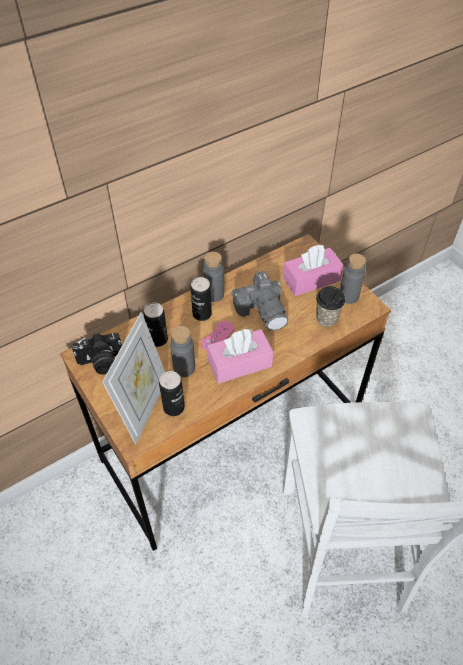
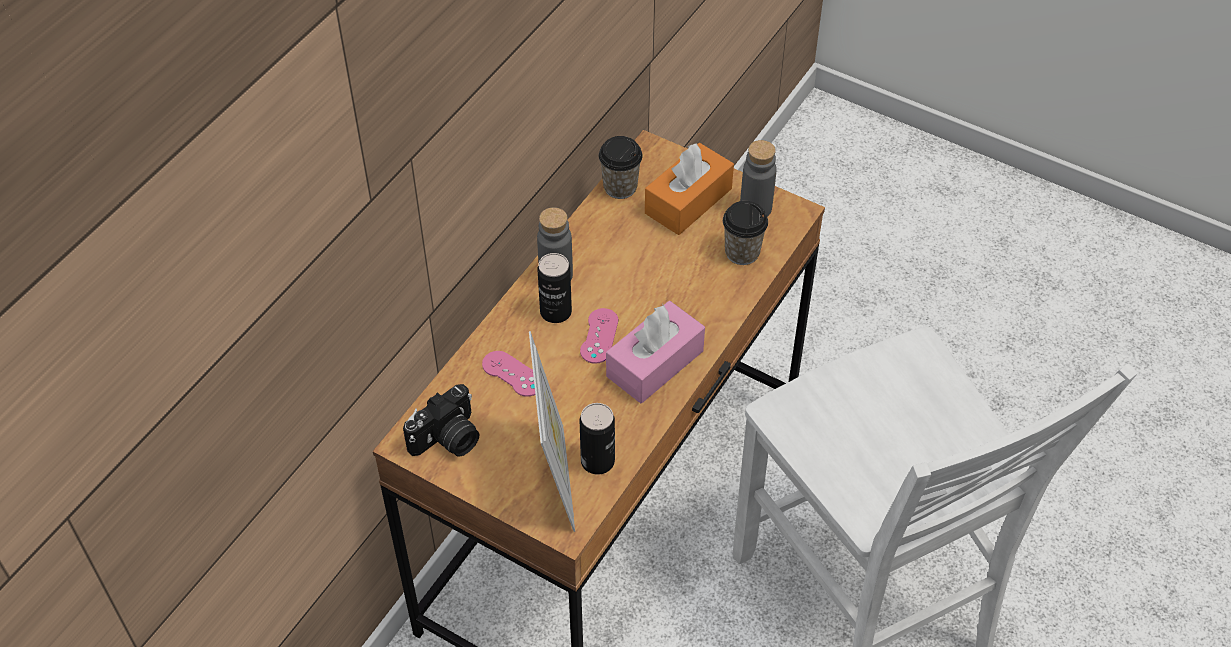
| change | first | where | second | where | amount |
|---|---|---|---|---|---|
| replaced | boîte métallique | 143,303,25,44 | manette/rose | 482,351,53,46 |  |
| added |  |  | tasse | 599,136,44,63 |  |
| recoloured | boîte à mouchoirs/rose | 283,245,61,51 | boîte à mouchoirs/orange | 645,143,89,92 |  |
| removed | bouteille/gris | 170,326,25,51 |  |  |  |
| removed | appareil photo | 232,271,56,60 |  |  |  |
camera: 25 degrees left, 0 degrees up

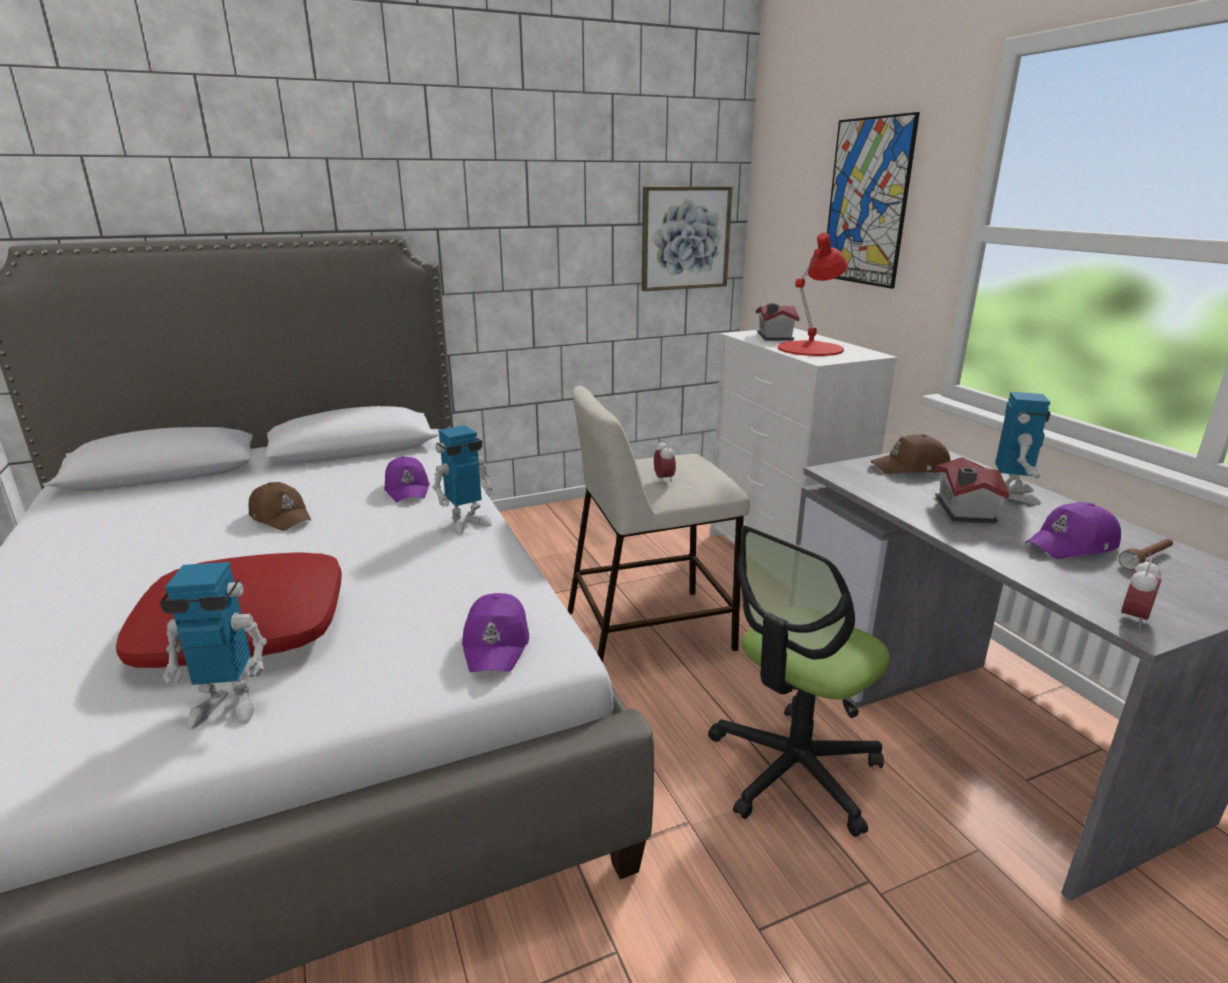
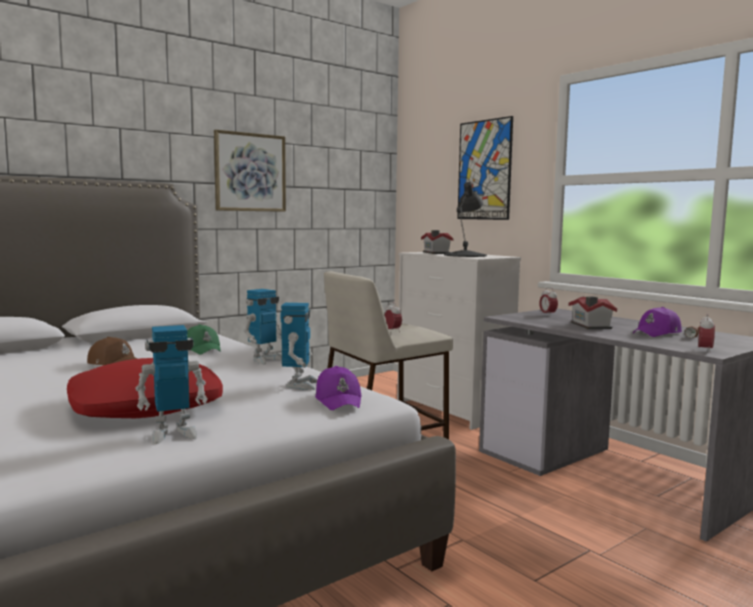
| change | first | where | second | where | amount |
|---|---|---|---|---|---|
| recoloured | casquette/violet | 384,456,46,46 | casquette/vert | 186,324,35,30 |  |
| moved | tableau | 642,186,90,105 |  | 214,130,72,82 |  |
| moved | robot jouet | 995,392,56,113 |  | 281,302,36,88 |  |
| recoloured | lampe de table/rouge | 778,233,70,123 | lampe de table/noir | 444,182,43,75 |  |
| replaced | casquette/marron | 871,434,79,40 | réveil | 539,287,19,29 |  |
| removed | chaise de bureau | 708,525,182,312 |  |  |  |
camera: 15 degrees left, 15 degrees down

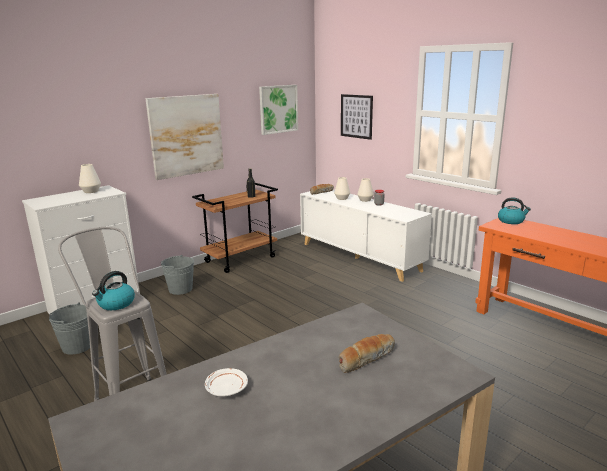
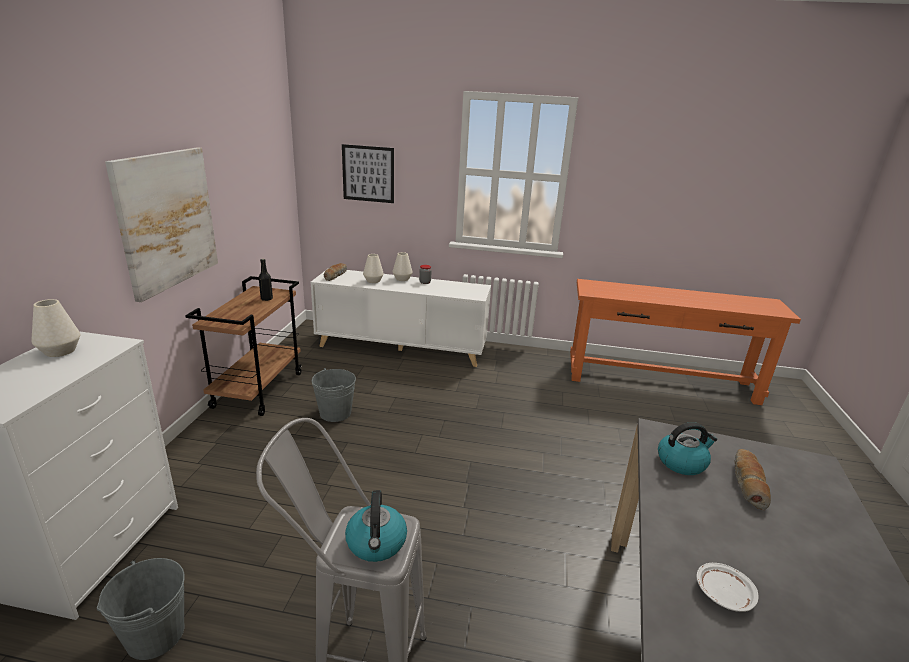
| change | first | where | second | where | amount |
|---|---|---|---|---|---|
| moved | seau/gris | 161,255,33,40 |  | 312,368,44,54 |  |
| moved | bouilloire | 498,197,33,27 |  | 658,422,59,53 |  |
| removed | tableau | 259,85,39,50 |  |  |  |
camera: 40 degrees left, 5 degrees up

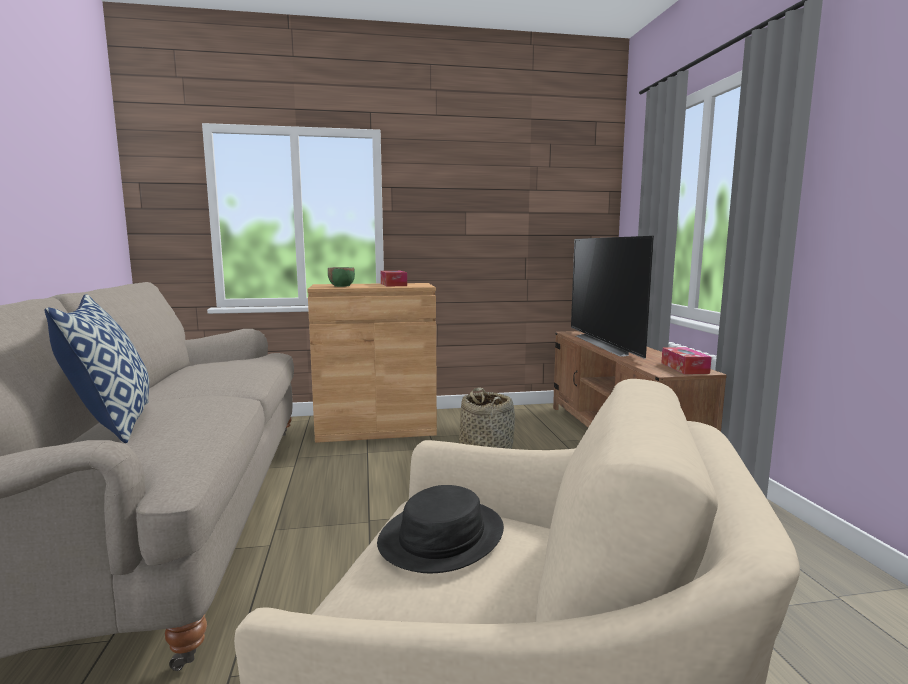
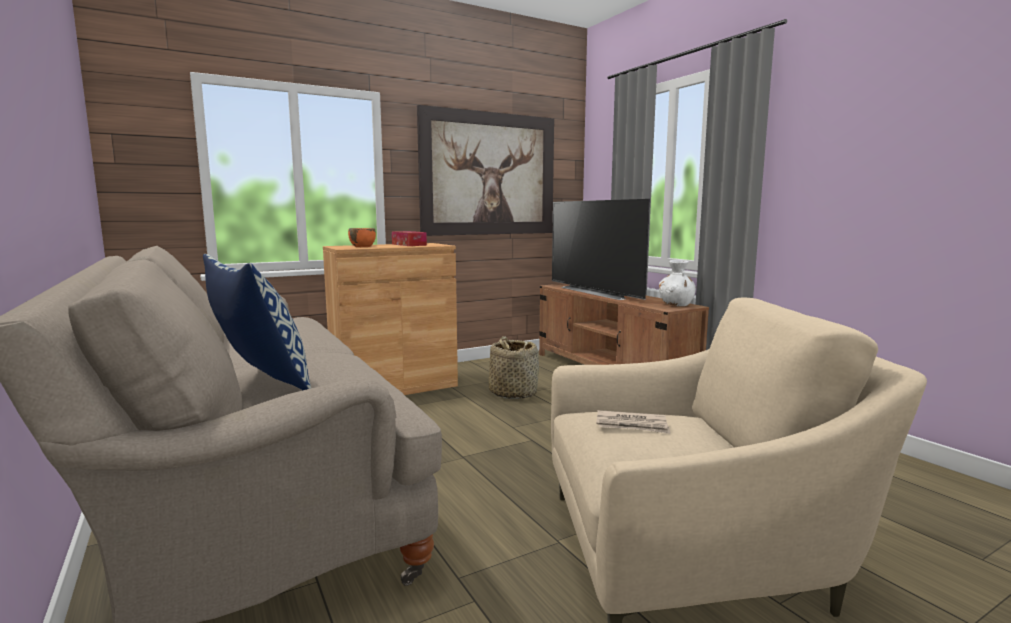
| change | first | where | second | where | amount |
|---|---|---|---|---|---|
| recoloured | bol/vert | 328,267,27,20 | bol/orange | 348,228,28,19 |  |
| added |  |  | tableau | 417,105,137,131 |  |
| replaced | chapeau/noir | 377,485,127,88 | journal | 597,410,73,24 |  |
| replaced | boîte à mouchoirs | 661,347,51,27 | vase/blanc | 659,260,37,46 |  |
camera: 20 degrees left, 0 degrees up

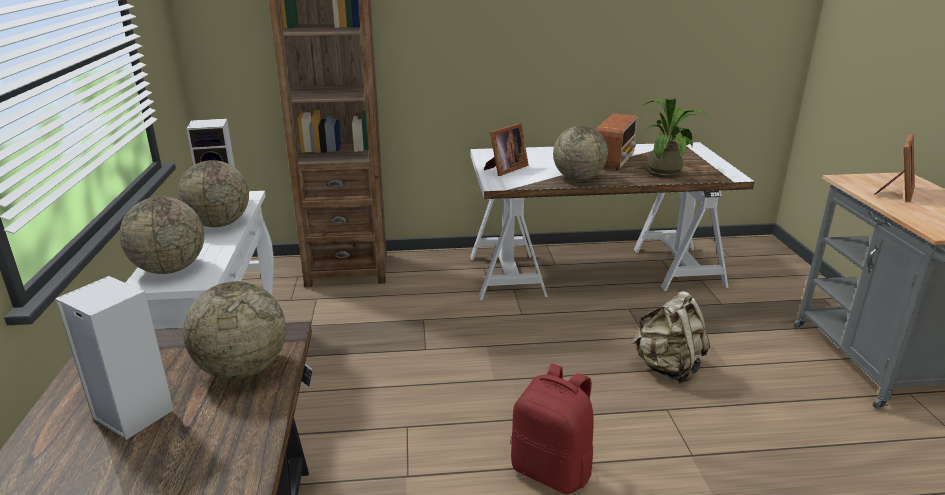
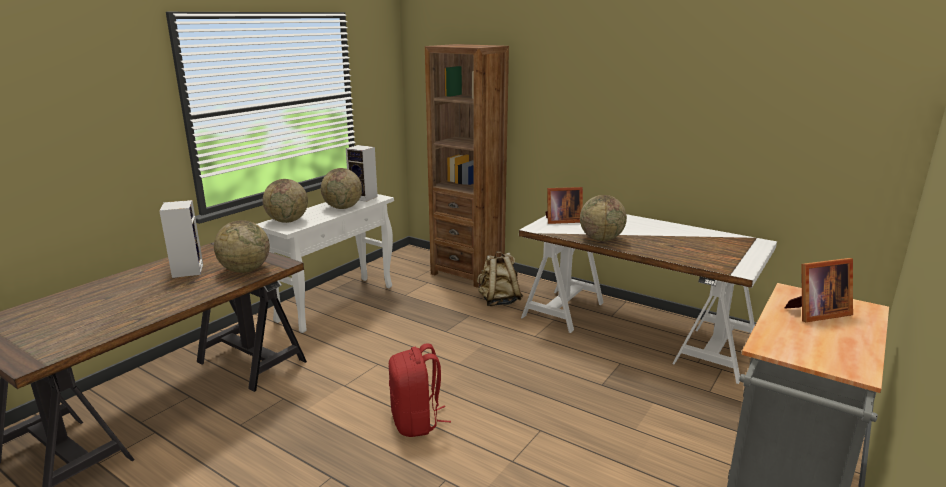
| change | first | where | second | where | amount |
|---|---|---|---|---|---|
| moved | sac à dos/beige | 632,291,78,93 |  | 477,251,46,55 |  |
| removed | radio | 597,113,41,57 |  |  |  |
| removed | plante en pot | 642,99,67,79 |  |  |  |
camera: 40 degrees right, 5 degrees down

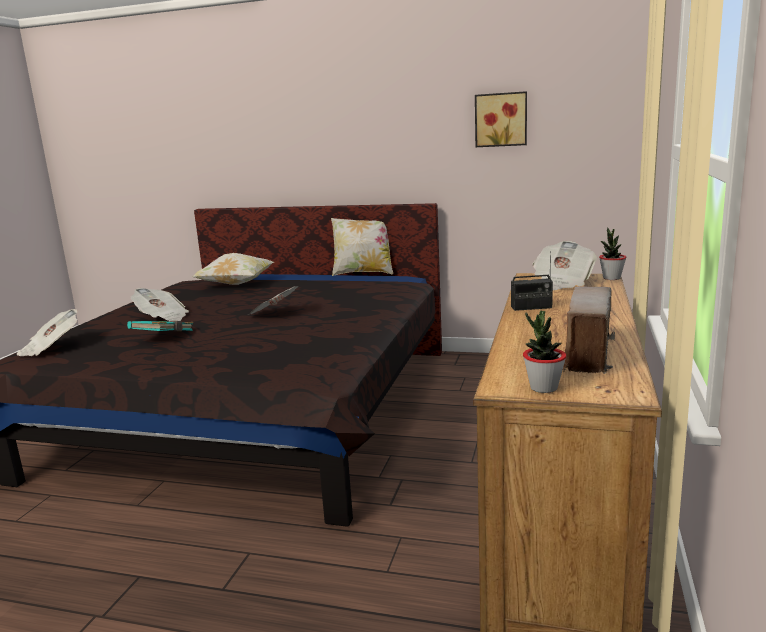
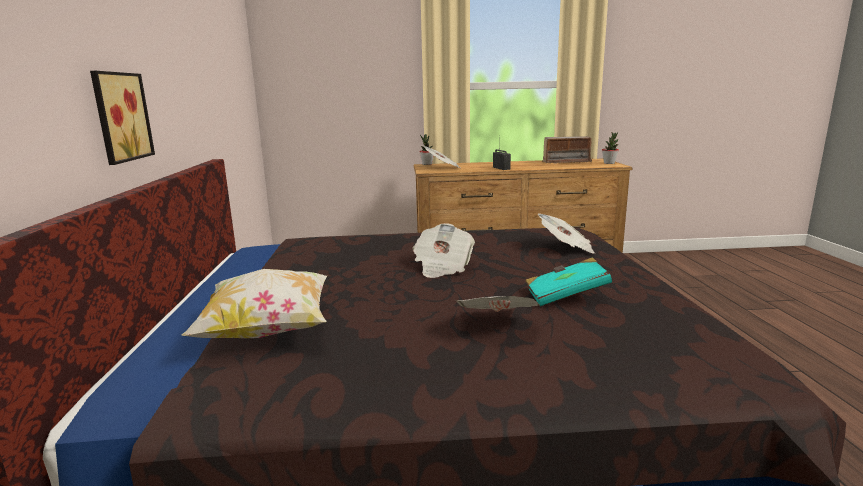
| change | first | where | second | where | amount |
|---|---|---|---|---|---|
| moved | tableau | 475,91,52,56 |  | 90,71,65,94 |  |
| moved | journal | 17,309,61,47 |  | 538,213,57,41 |  |
| removed | coussin | 331,218,62,58 |  |  |  |
camera: 110 degrees left, 0 degrees up

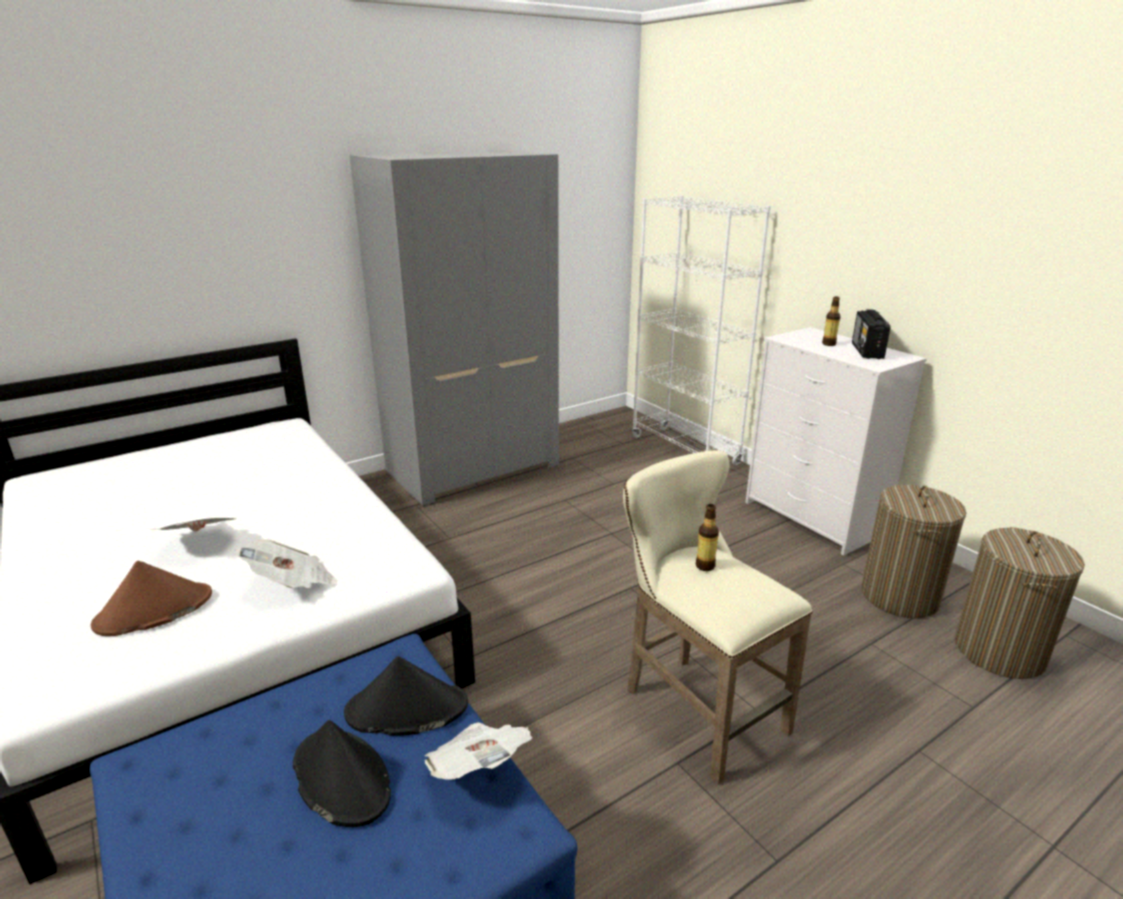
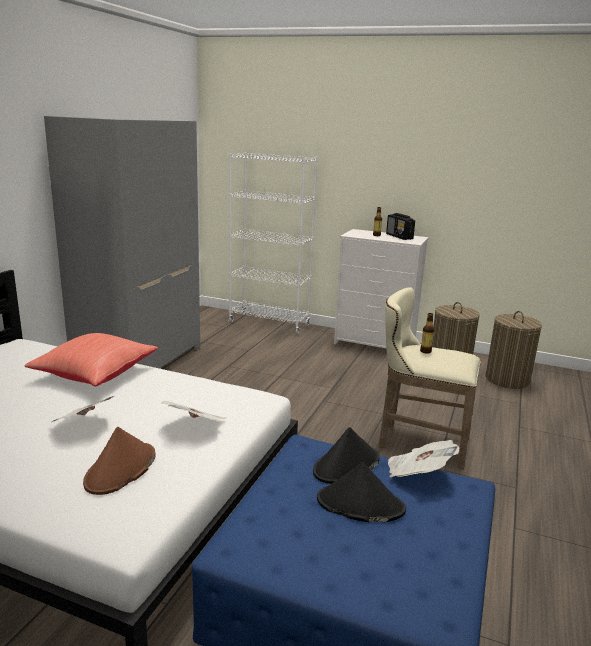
| change | first | where | second | where | amount |
|---|---|---|---|---|---|
| added |  |  | coussin/rouge | 25,333,133,53 |  |
camera: 35 degrees left, 5 degrees down

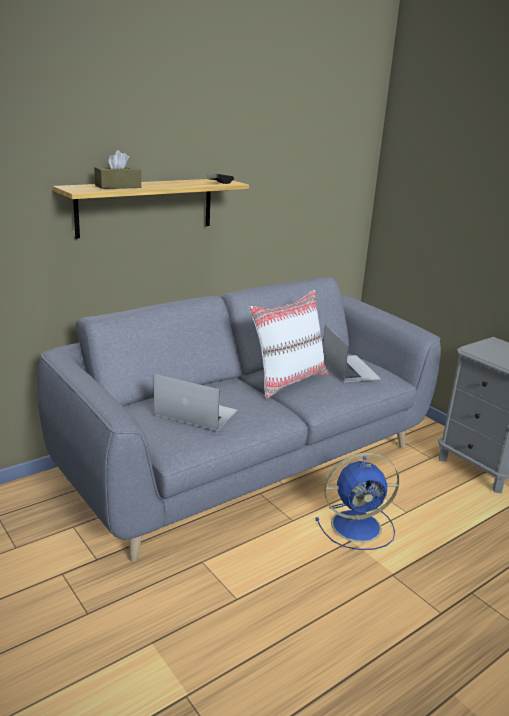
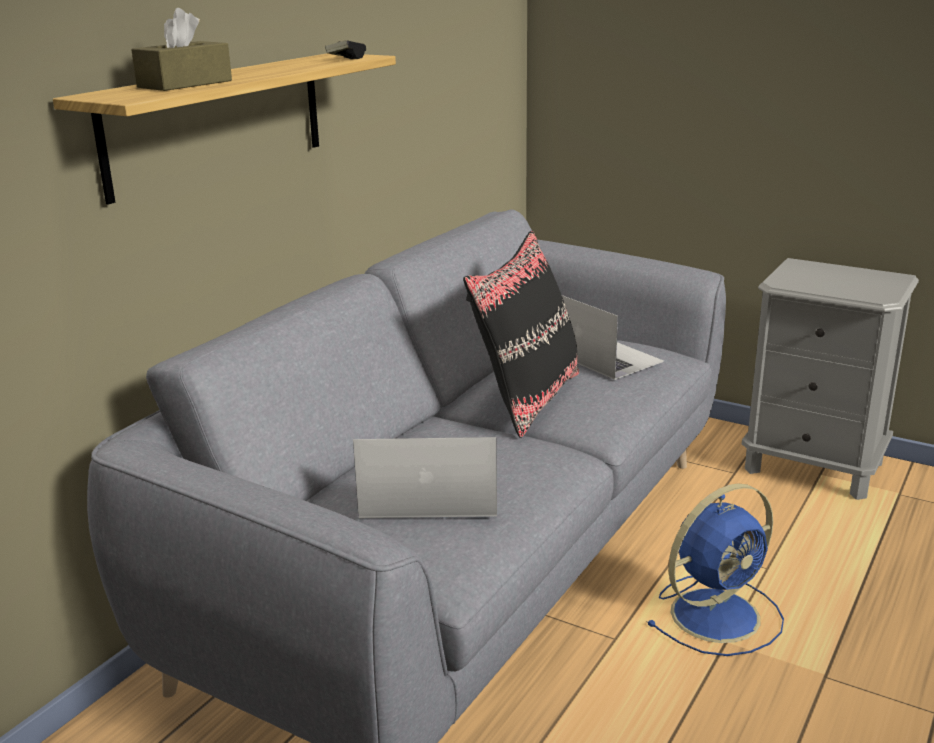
| change | first | where | second | where | amount |
|---|---|---|---|---|---|
| recoloured | coussin/blanc | 249,290,80,109 | coussin/noir | 463,231,116,207 |  |
camera: 20 degrees left, 0 degrees up

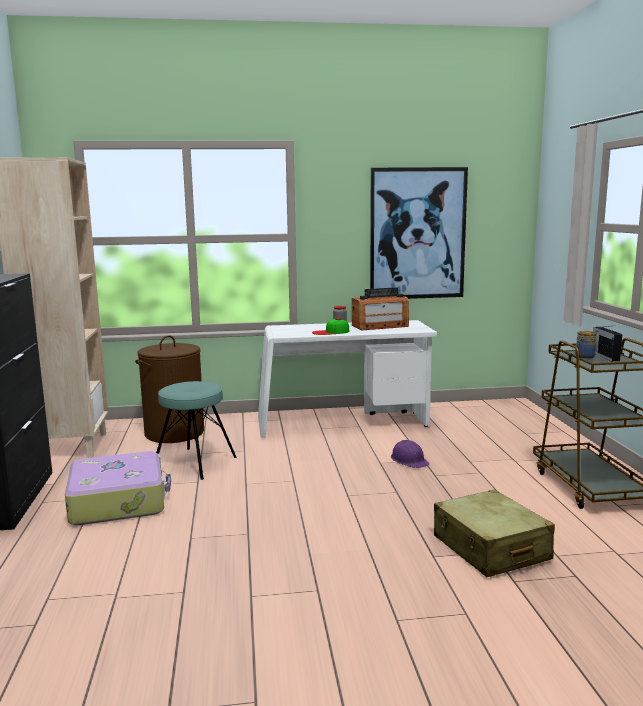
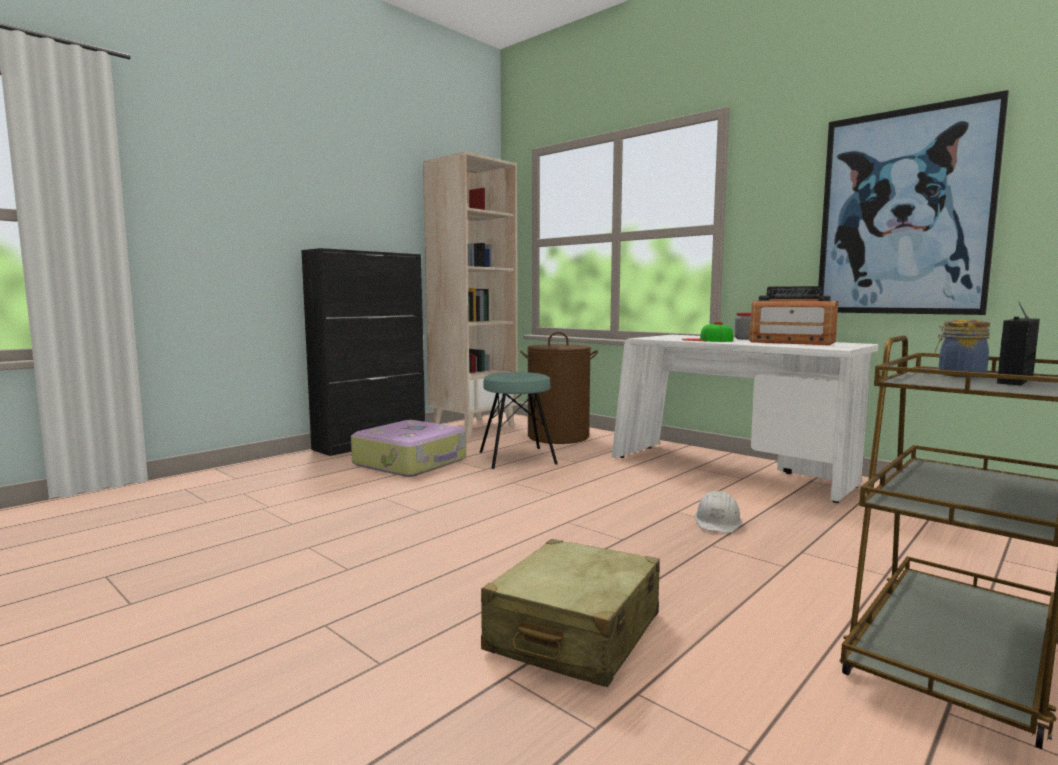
| change | first | where | second | where | amount |
|---|---|---|---|---|---|
| recoloured | casque de chantier/violet | 391,440,38,28 | casque de chantier/blanc | 695,490,47,43 |  |
camera: 50 degrees right, 5 degrees down

